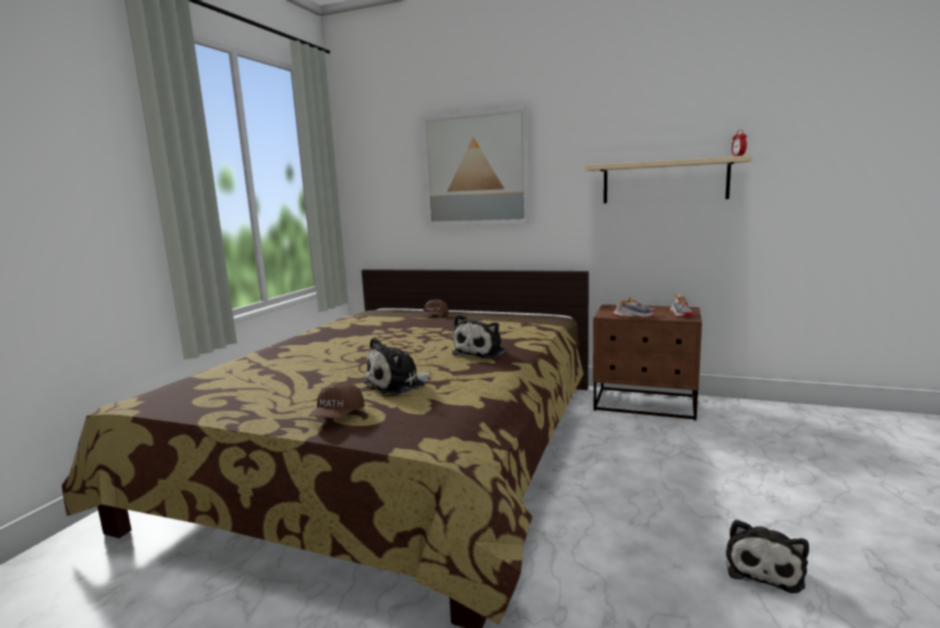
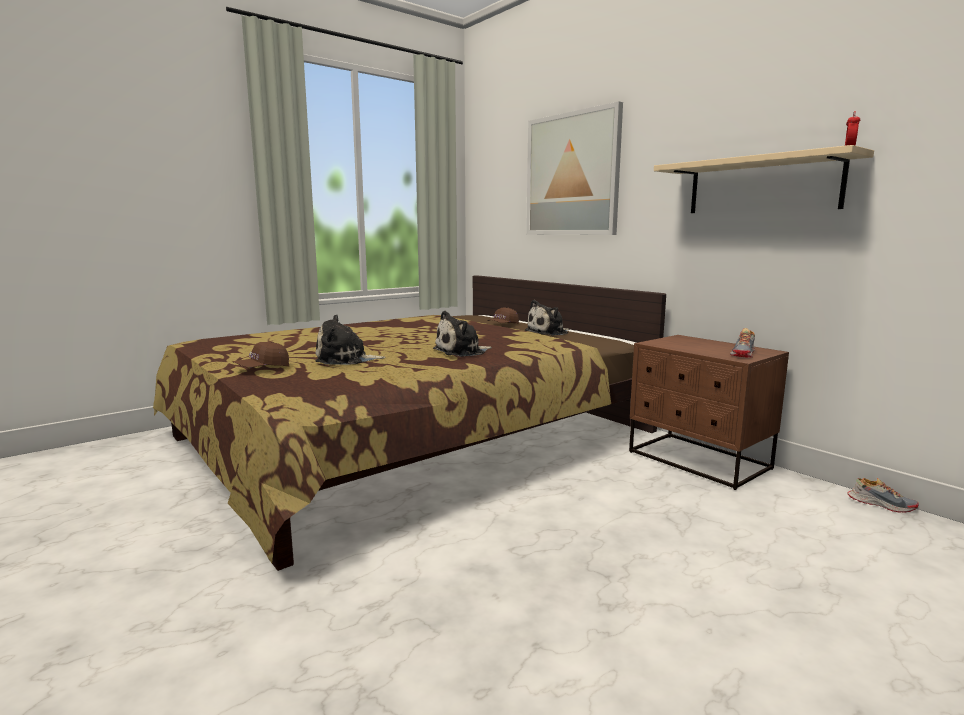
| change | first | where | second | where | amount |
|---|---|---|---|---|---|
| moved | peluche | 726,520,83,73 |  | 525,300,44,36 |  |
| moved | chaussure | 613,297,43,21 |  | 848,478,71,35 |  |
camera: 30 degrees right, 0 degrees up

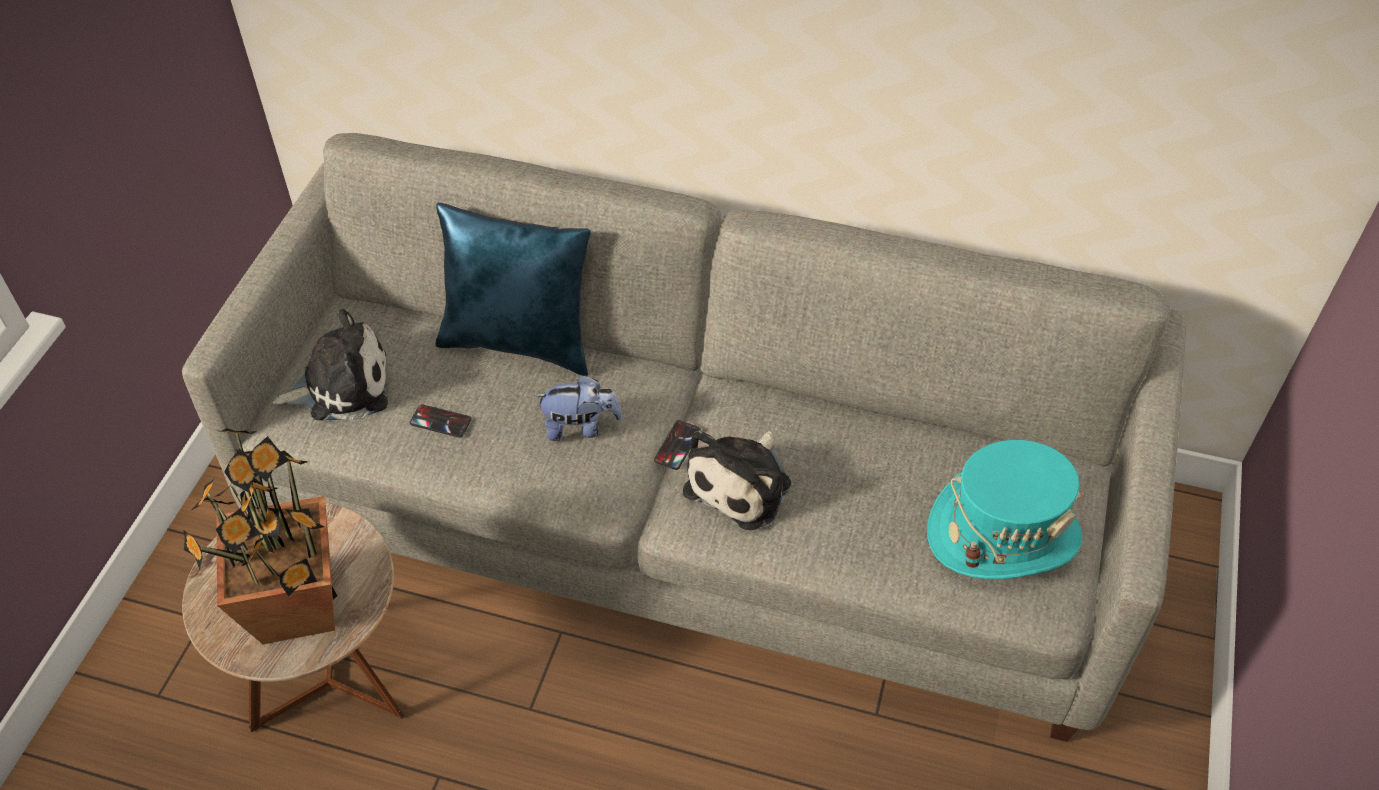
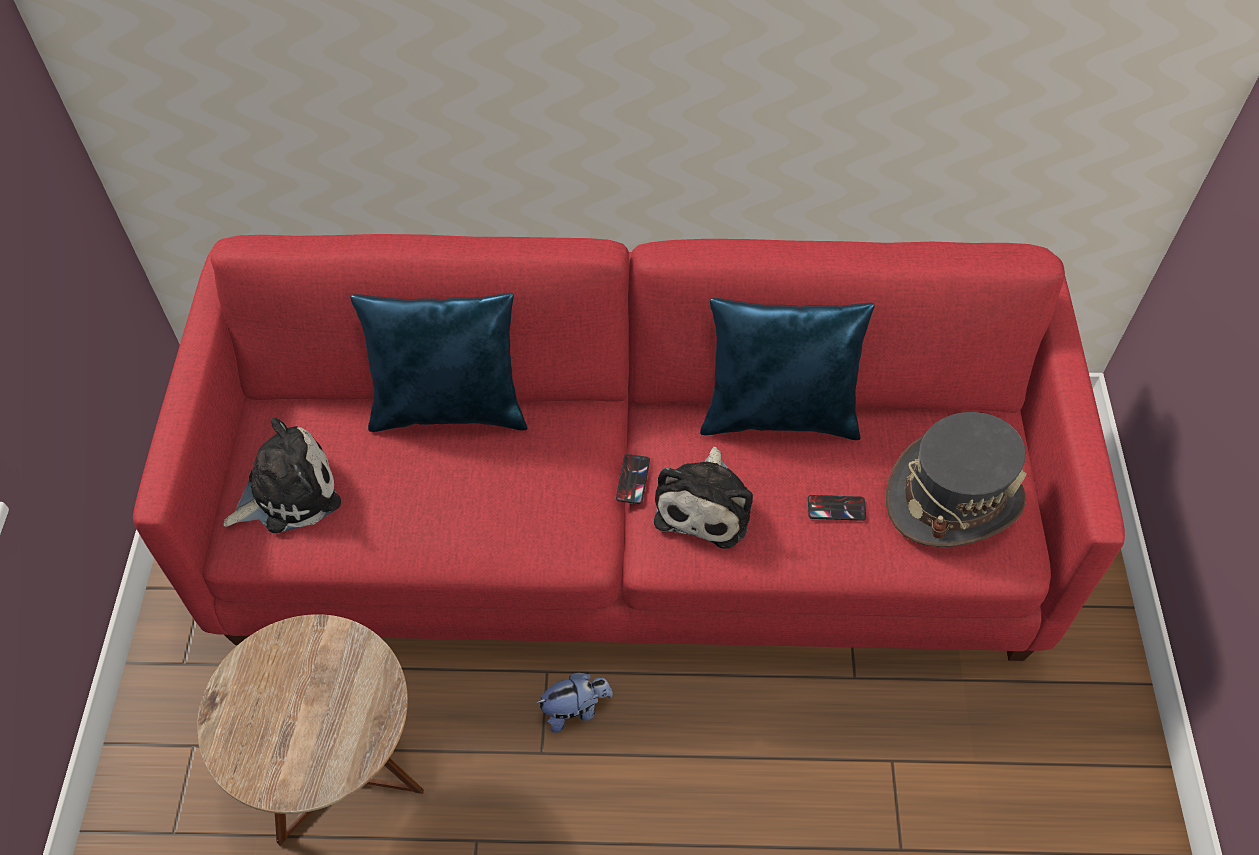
| change | first | where | second | where | amount |
|---|---|---|---|---|---|
| recoloured | canapé/gris | 182,133,1004,609 | canapé/rouge | 133,234,992,427 |  |
| moved | peluche | 534,375,88,66 |  | 536,672,77,61 |  |
| added |  |  | coussin/bleu | 700,298,175,142 |  |
| moved | téléphone | 410,404,61,34 |  | 808,495,58,26 |  |
| recoloured | chapeau/turquoise | 927,440,155,139 | chapeau/gris | 886,412,141,135 |  |
| removed | plante en pot | 183,428,154,216 |  |  |  |
camera: 15 degrees left, 5 degrees up

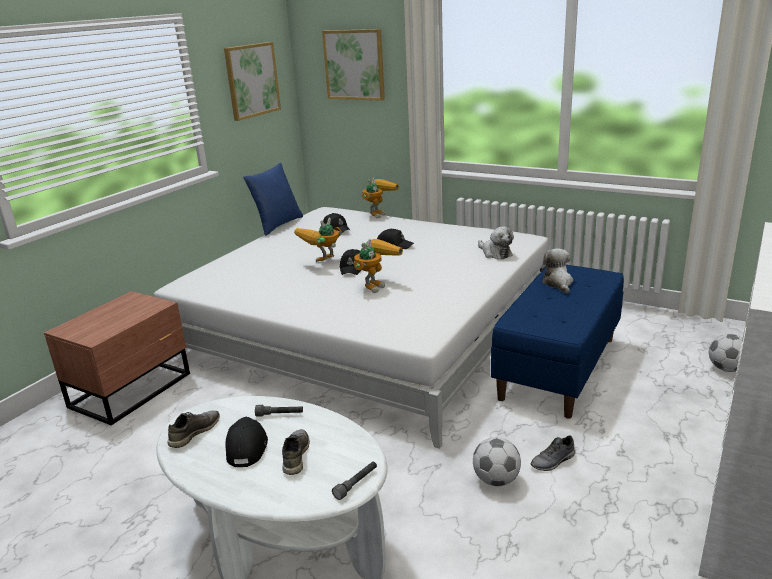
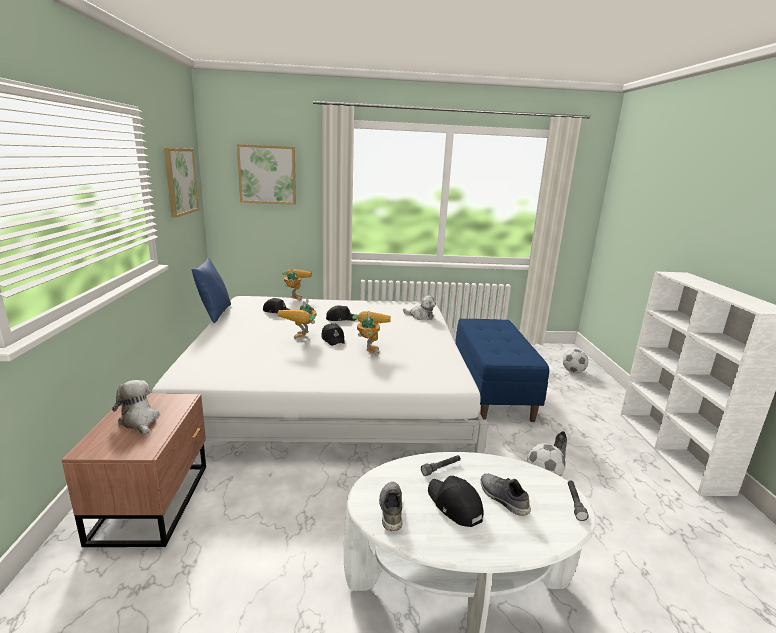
| change | first | where | second | where | amount |
|---|---|---|---|---|---|
| moved | peluche | 540,248,33,45 |  | 112,380,47,55 |  |
camera: 35 degrees left, 5 degrees down

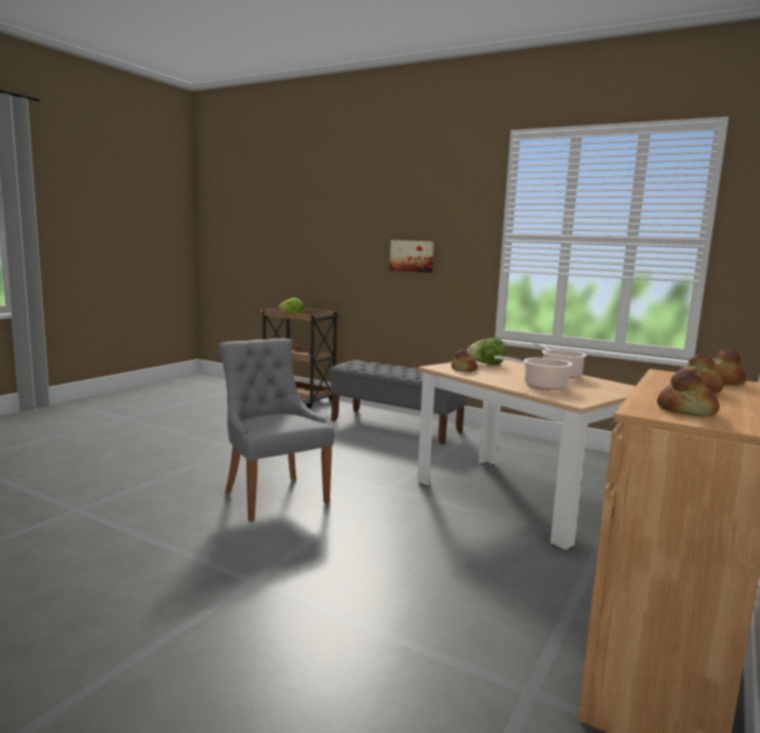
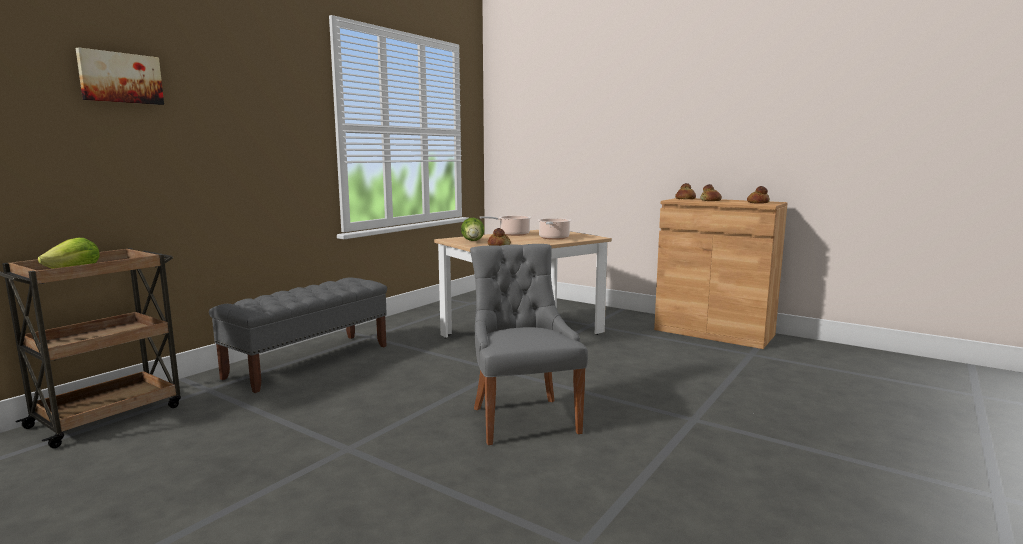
| change | first | where | second | where | amount |
|---|---|---|---|---|---|
| moved | tableau | 390,240,44,33 |  | 76,47,88,58 |  |
| turned | chaise/gris | 219,339,115,183 |  | 470,244,118,201 | 105 degrees clockwise |
camera: 85 degrees left, 0 degrees up

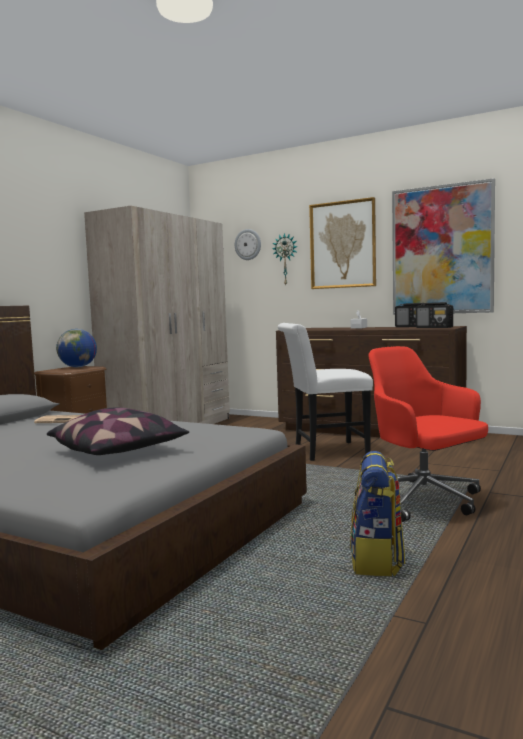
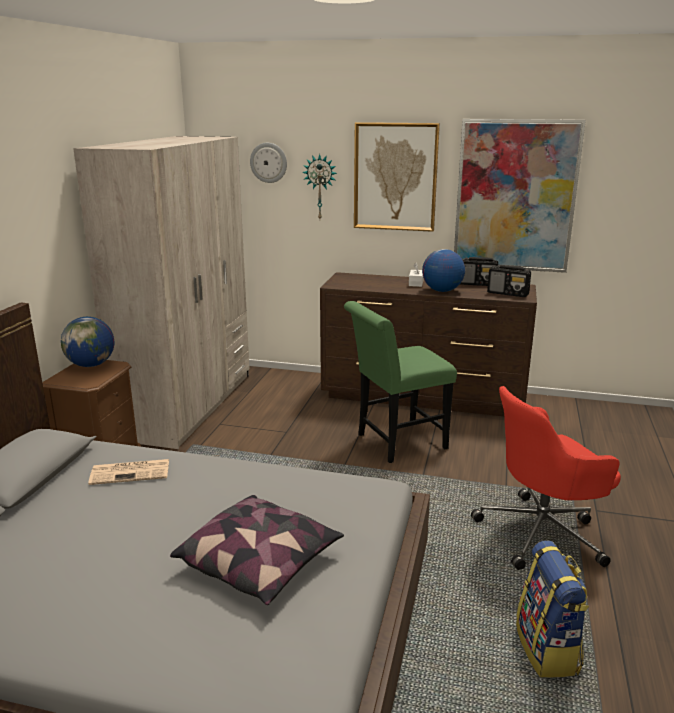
| change | first | where | second | where | amount |
|---|---|---|---|---|---|
| recoloured | chaise/blanc | 278,323,95,138 | chaise/vert | 344,301,113,162 |  |
| added |  |  | globe | 422,249,43,43 |  |
| turned | chaise de bureau/rouge | 357,346,131,176 |  | 471,386,150,184 | 60 degrees counterclockwise |
camera: 15 degrees left, 15 degrees up

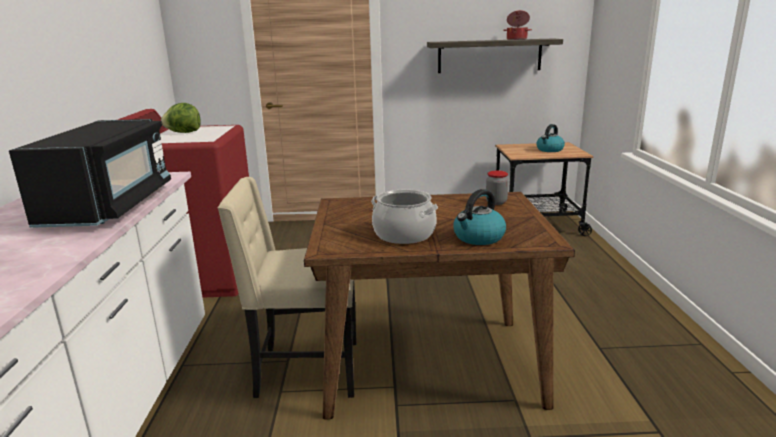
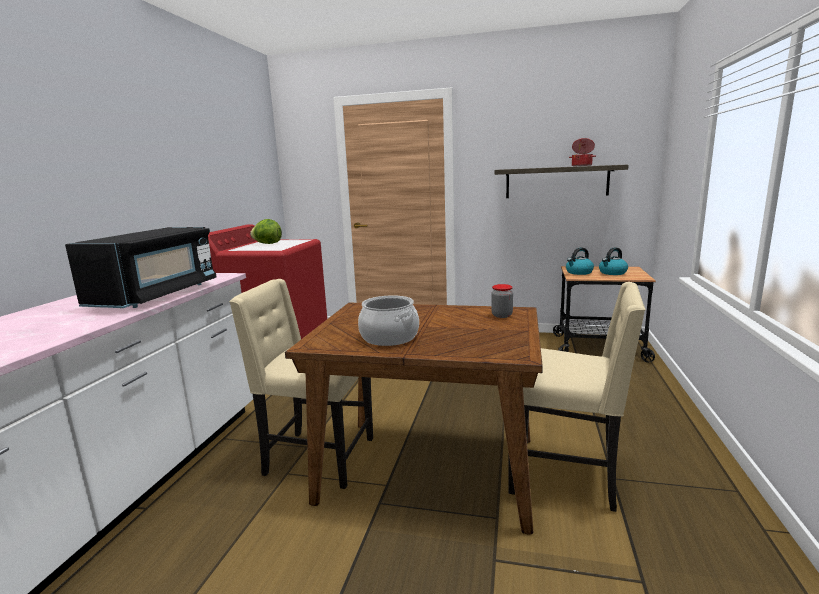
| change | first | where | second | where | amount |
|---|---|---|---|---|---|
| added |  |  | chaise/beige | 508,282,137,230 |  |
| moved | bouilloire | 453,189,53,56 |  | 566,248,28,27 |  |
camera: 15 degrees right, 5 degrees down

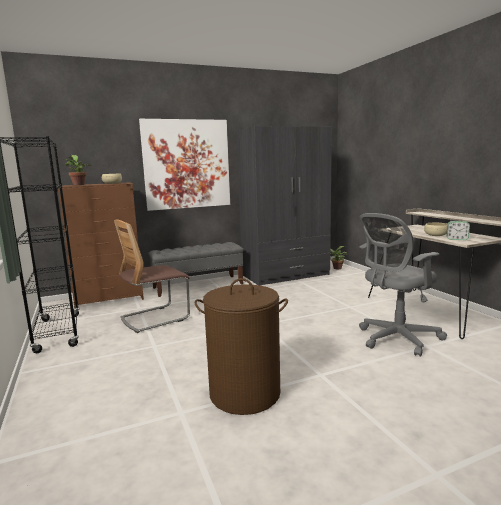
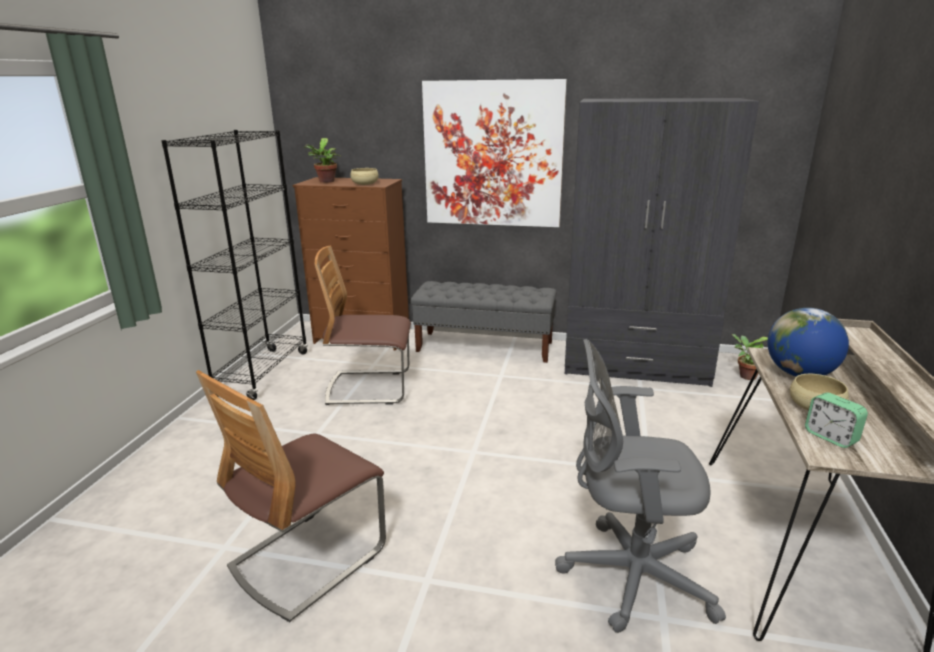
| change | first | where | second | where | amount |
|---|---|---|---|---|---|
| replaced | panier à linge/marron | 195,278,93,137 | chaise | 196,370,190,252 |  |
| added |  |  | globe | 768,308,81,69 |  |
camera: 35 degrees right, 10 degrees up

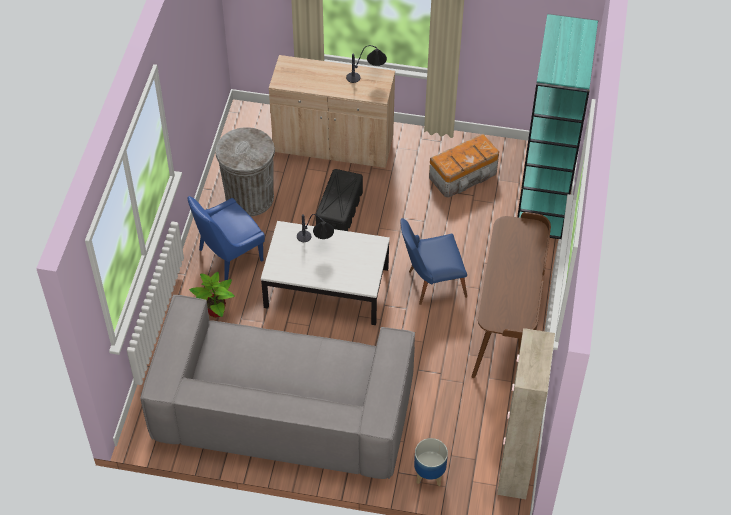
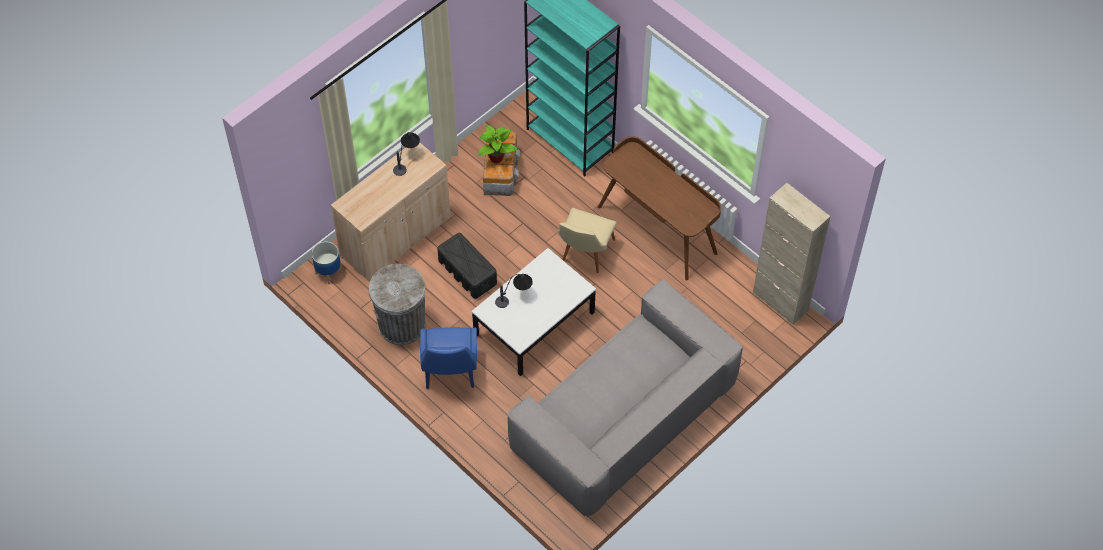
| change | first | where | second | where | amount |
|---|---|---|---|---|---|
| moved | cache-pot | 414,438,34,48 |  | 312,241,30,43 |  |
| moved | plante en pot | 189,272,46,46 |  | 478,125,40,39 |  |
| recoloured | chaise/bleu | 400,218,67,87 | chaise/beige | 558,208,59,65 |  |
camera: 55 degrees left, 5 degrees up

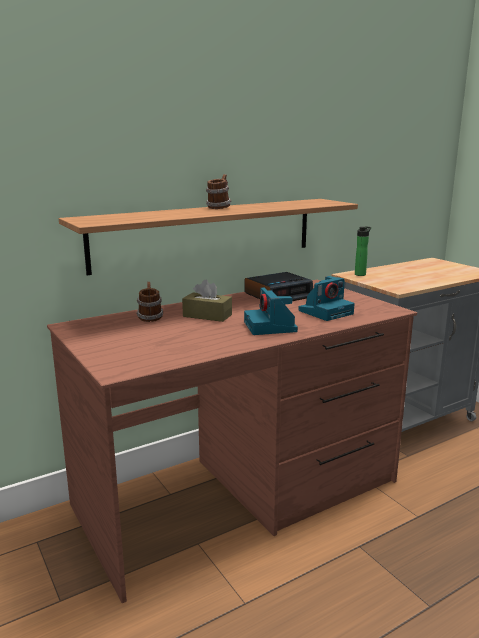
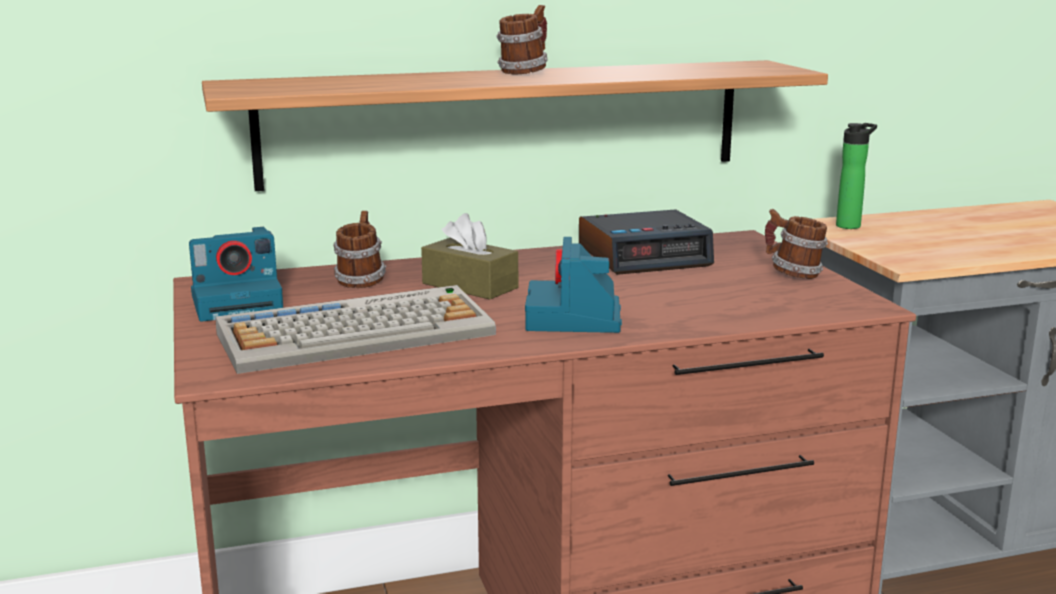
| change | first | where | second | where | amount |
|---|---|---|---|---|---|
| moved | appareil photo | 298,276,57,45 |  | 189,227,94,95 |  |
| added |  |  | clavier | 215,285,281,89 |  |
| added |  |  | mug | 765,209,63,70 |  |
camera: 15 degrees right, 0 degrees up

